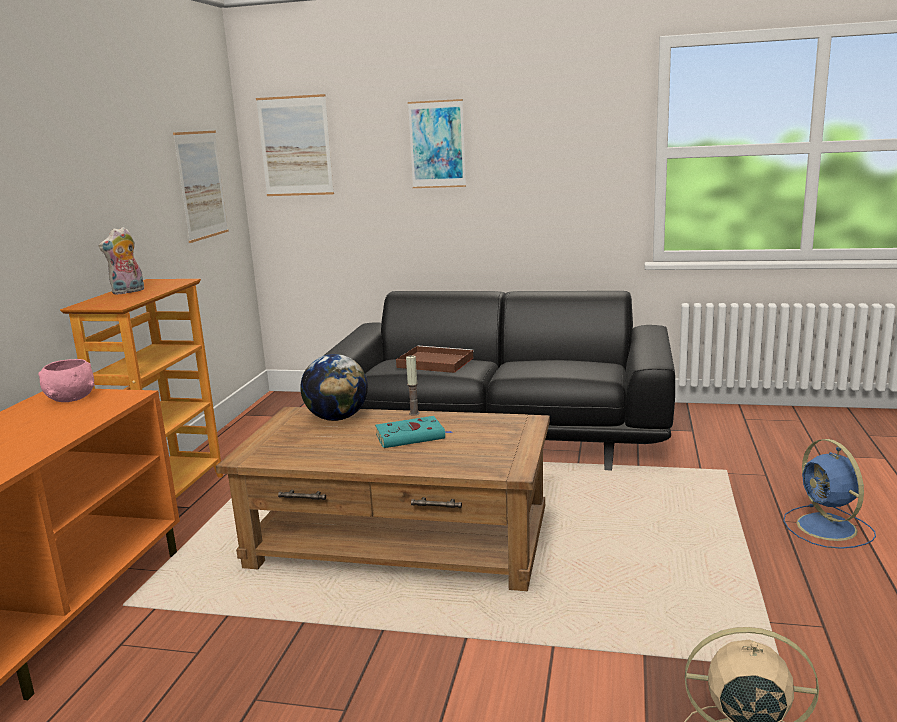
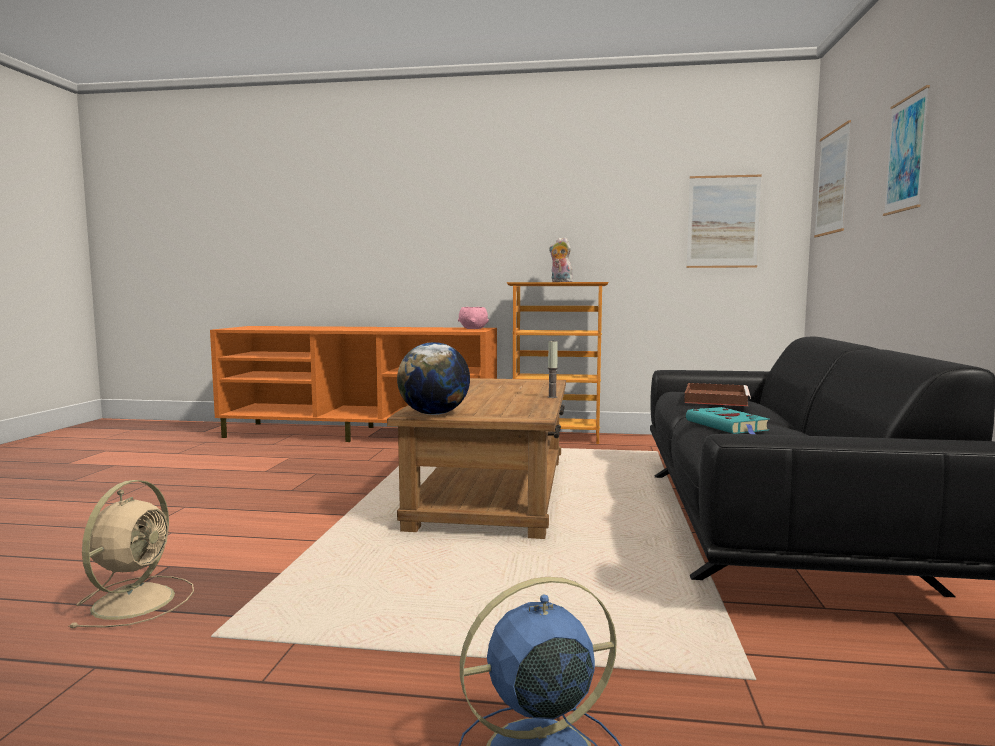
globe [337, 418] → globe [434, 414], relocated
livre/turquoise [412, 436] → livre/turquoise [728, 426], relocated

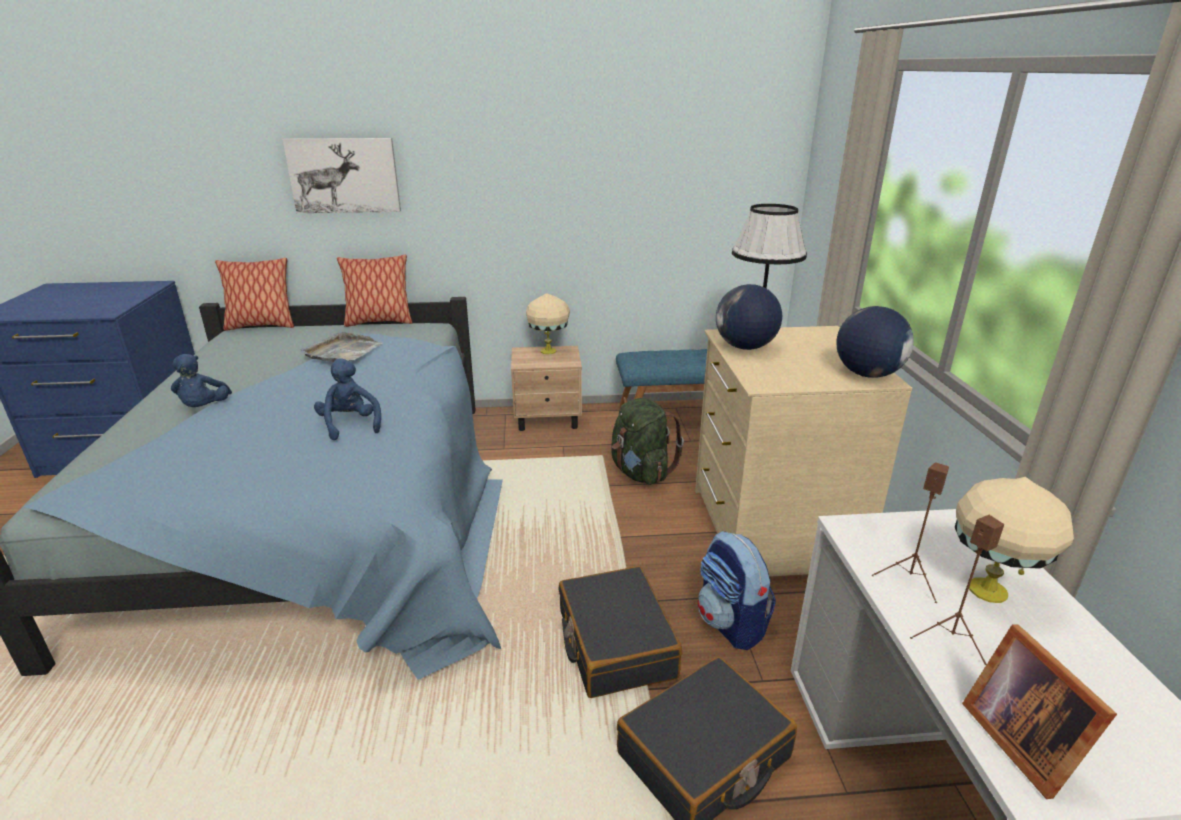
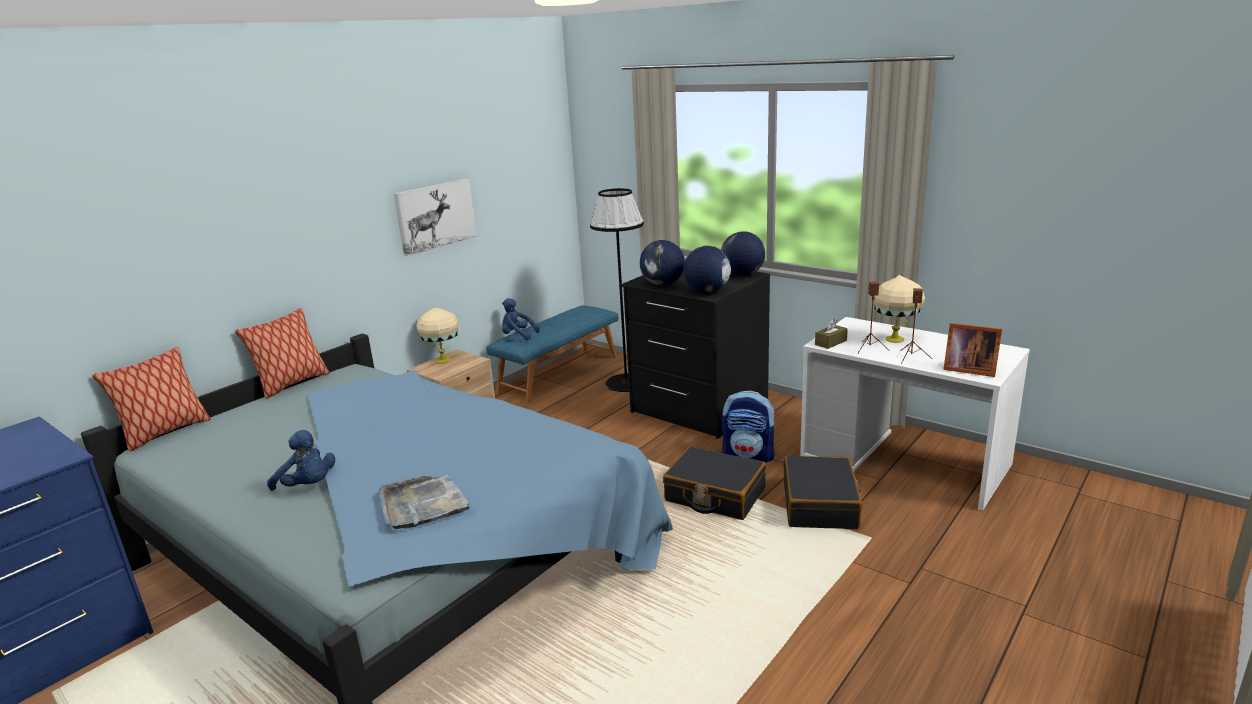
plateau/gris [342, 351] → plateau/gris [423, 504], relocated
tableau [344, 175] → tableau [435, 215], relocated
peluche/bleu [350, 425] → peluche/bleu [518, 336], relocated
commode/beige [771, 527] → commode/noir [698, 408]
- → globe [707, 292]
- → boîte à mouchoirs/marron [830, 342]
sac à dos/vert [641, 472] → -

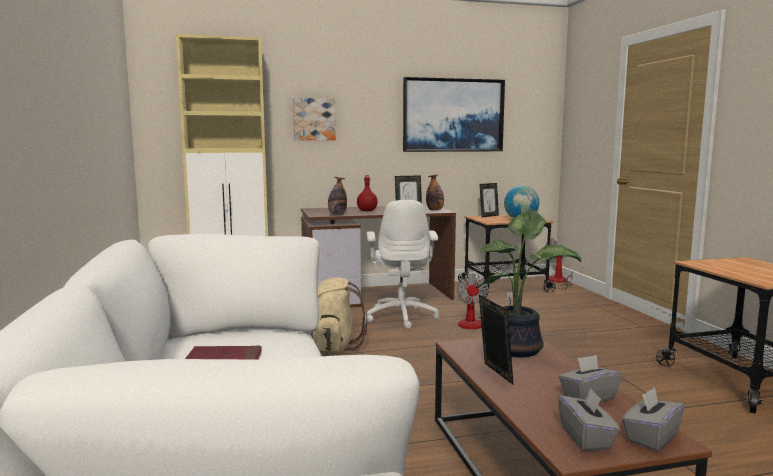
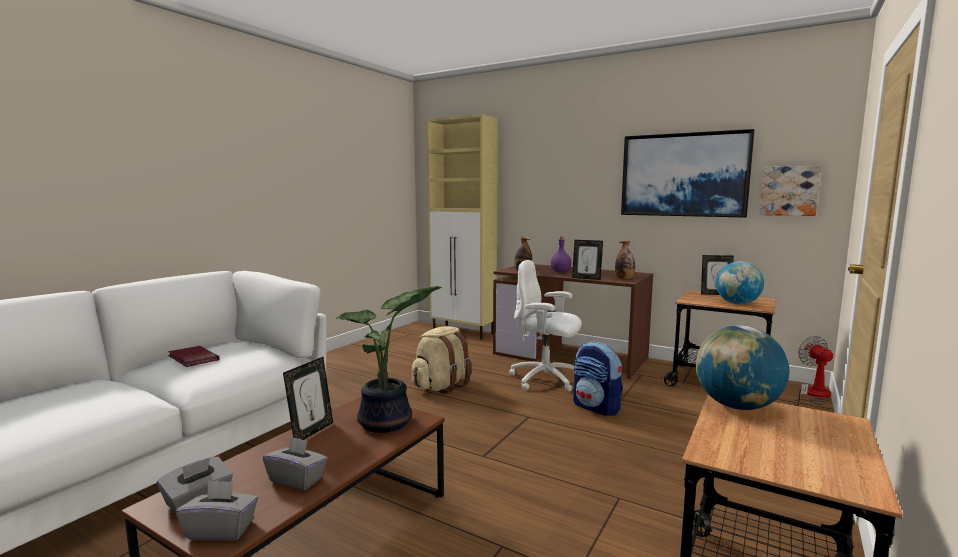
chaise de bureau/blanc [402, 316] → chaise de bureau/blanc [546, 380], 75 degrees clockwise
bouteille/rouge [367, 211] → bouteille/violet [561, 272]
ventilateur [477, 323] → sac à dos [596, 407]
- → globe [737, 406]
tableau [314, 119] → tableau [789, 191], relocated

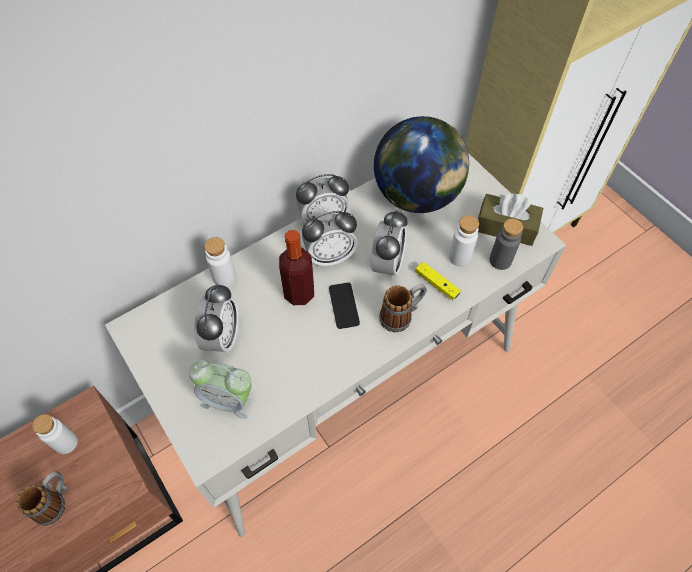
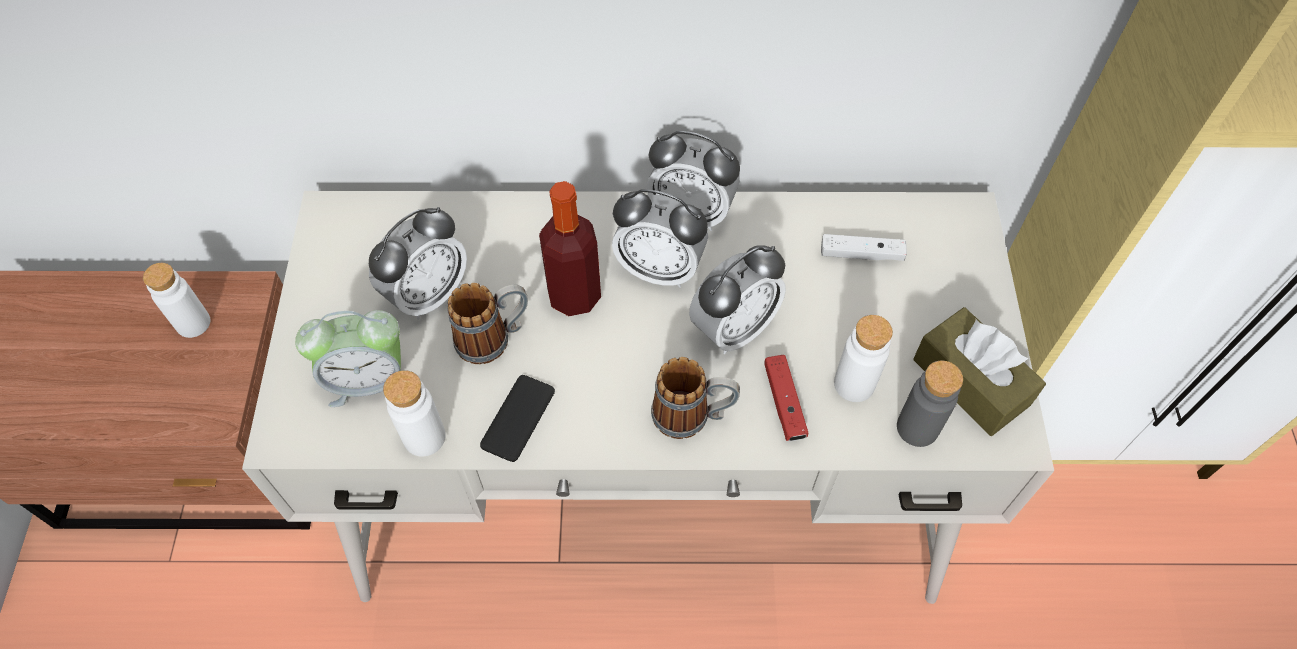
réveil [228, 399] → réveil [369, 381], 60 degrees counterclockwise
bouteille/blanc [225, 278] → bouteille/blanc [424, 437], relocated
mug [55, 502] → mug [494, 338], relocated
téléphone [344, 305] → téléphone [518, 418], relocated
manette/jaune [436, 284] → manette/rouge [784, 403]
globe [416, 196] → manette/blanc [861, 254]

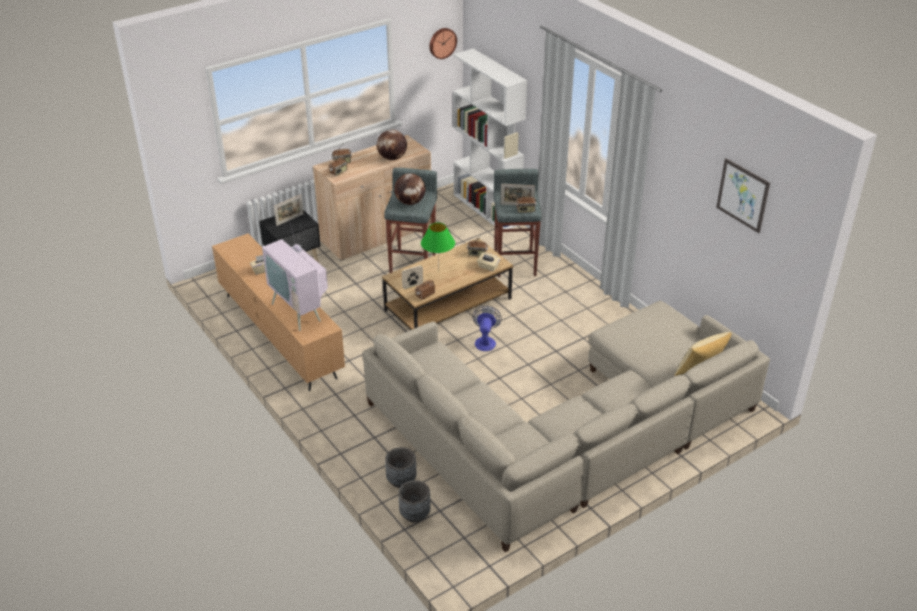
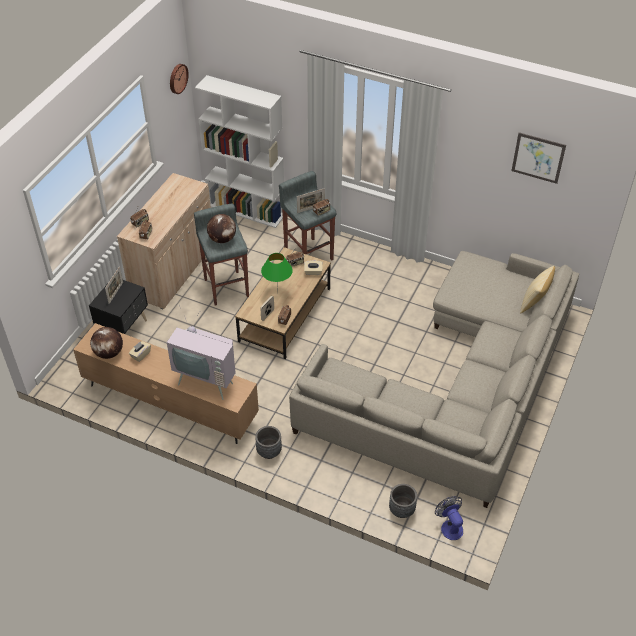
globe [392, 158] → globe [109, 353], relocated
cache-pot/gris [401, 480] → cache-pot/gris [269, 451], relocated
ventilateur [485, 341] → ventilateur [450, 526], relocated

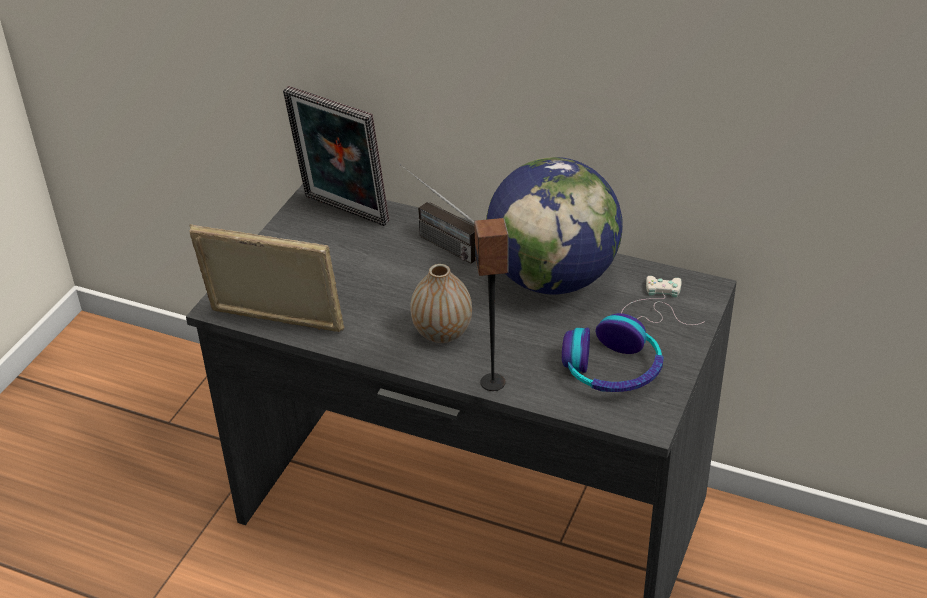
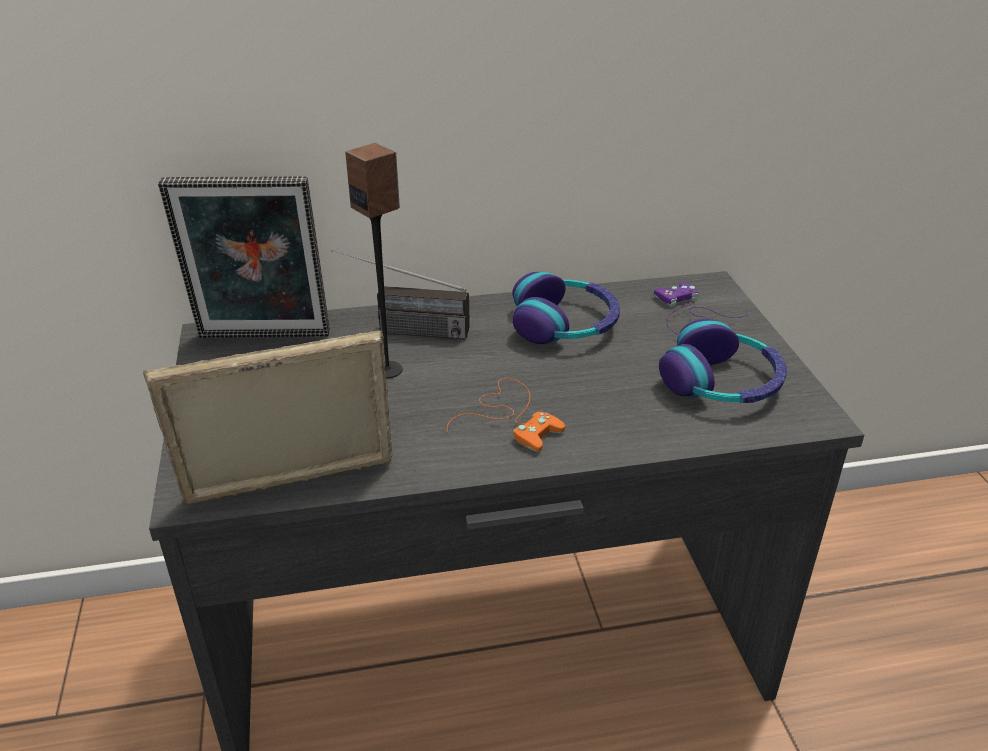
enceinte [493, 382] → enceinte [388, 369], relocated
vase [442, 333] → manette/orange [511, 416]
globe [552, 279] → casque audio [565, 324]
manette/blanc [656, 307] → manette/violet [690, 315]

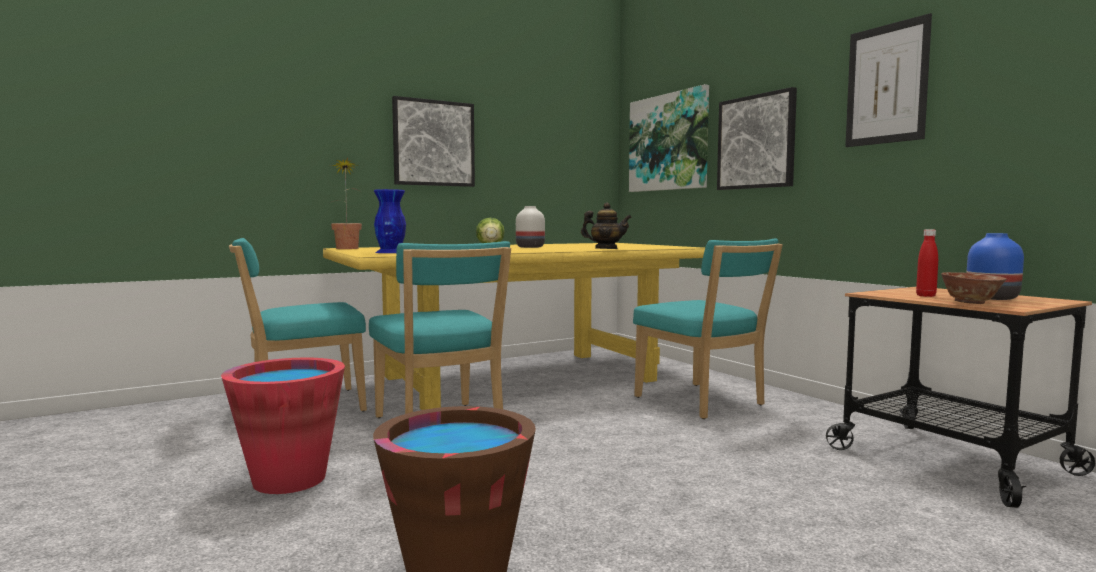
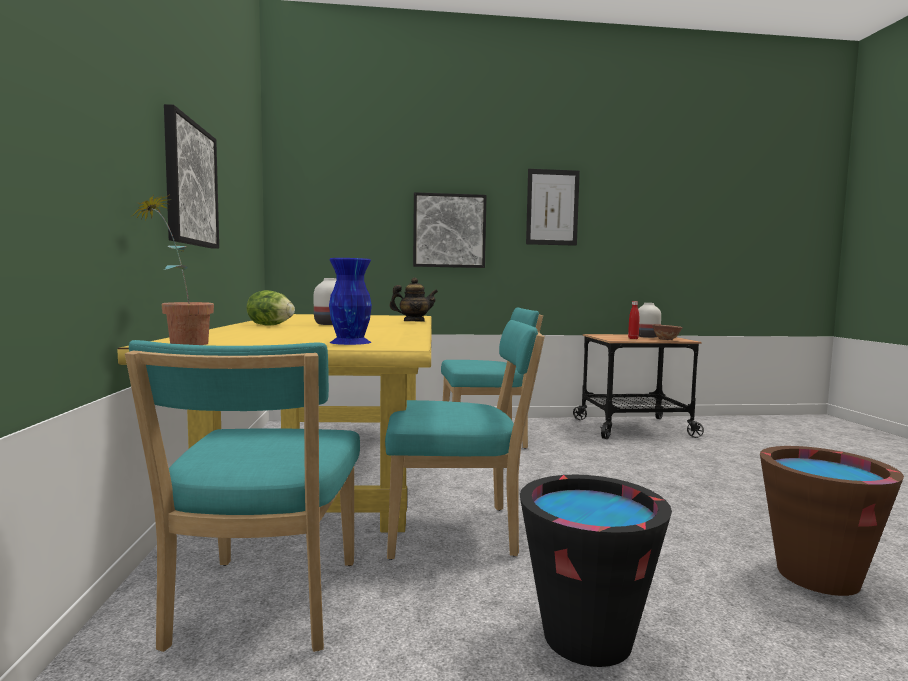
théière [606, 249] → théière [414, 322], 45 degrees clockwise
seau/rouge [289, 479] → seau/noir [587, 637]
vase/bleu [991, 298] → vase/blanc [646, 336]
tableau [668, 142] → -

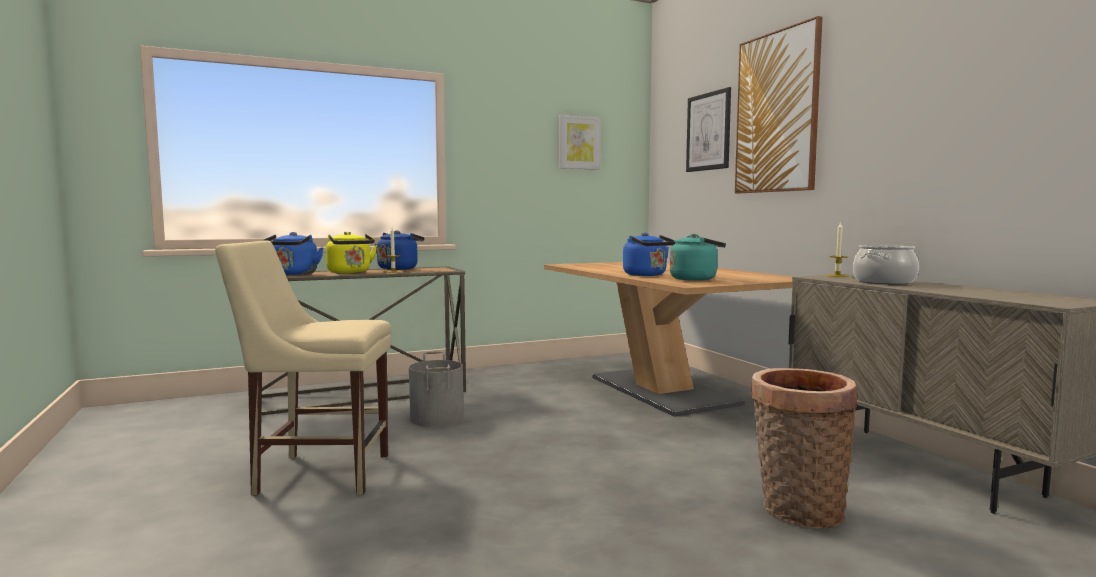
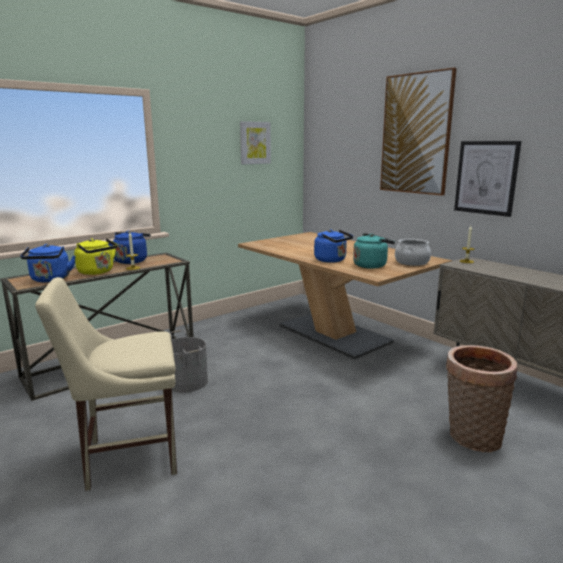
marmite [884, 282] → marmite [412, 262], relocated
tableau [708, 131] → tableau [486, 177], relocated

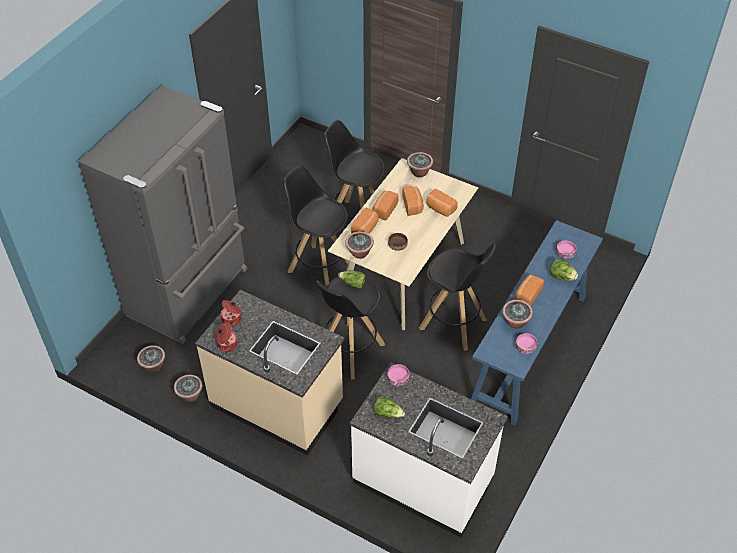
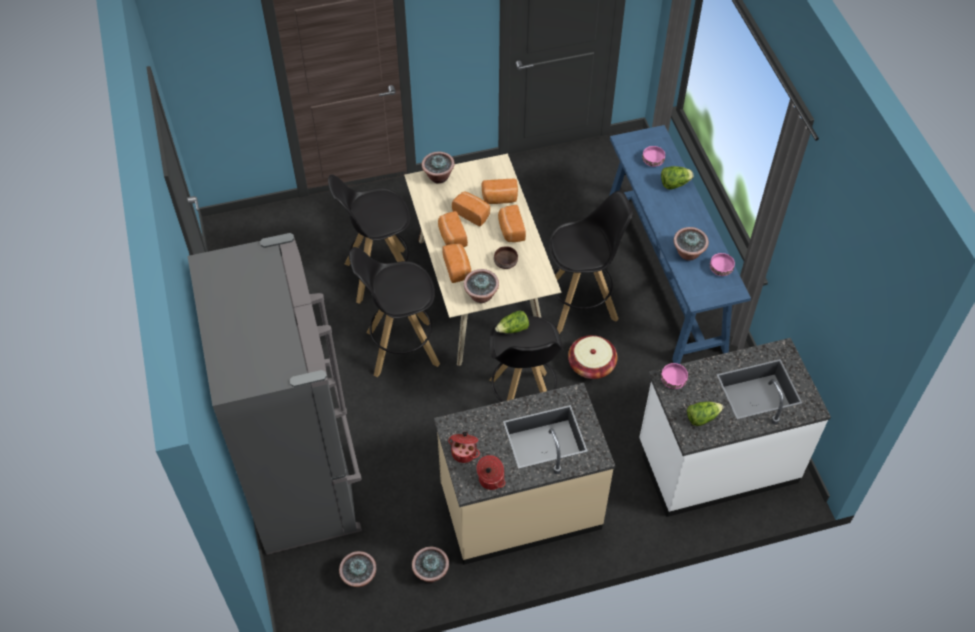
pain [527, 295] → pain [510, 230], relocated
- → panier [591, 365]

